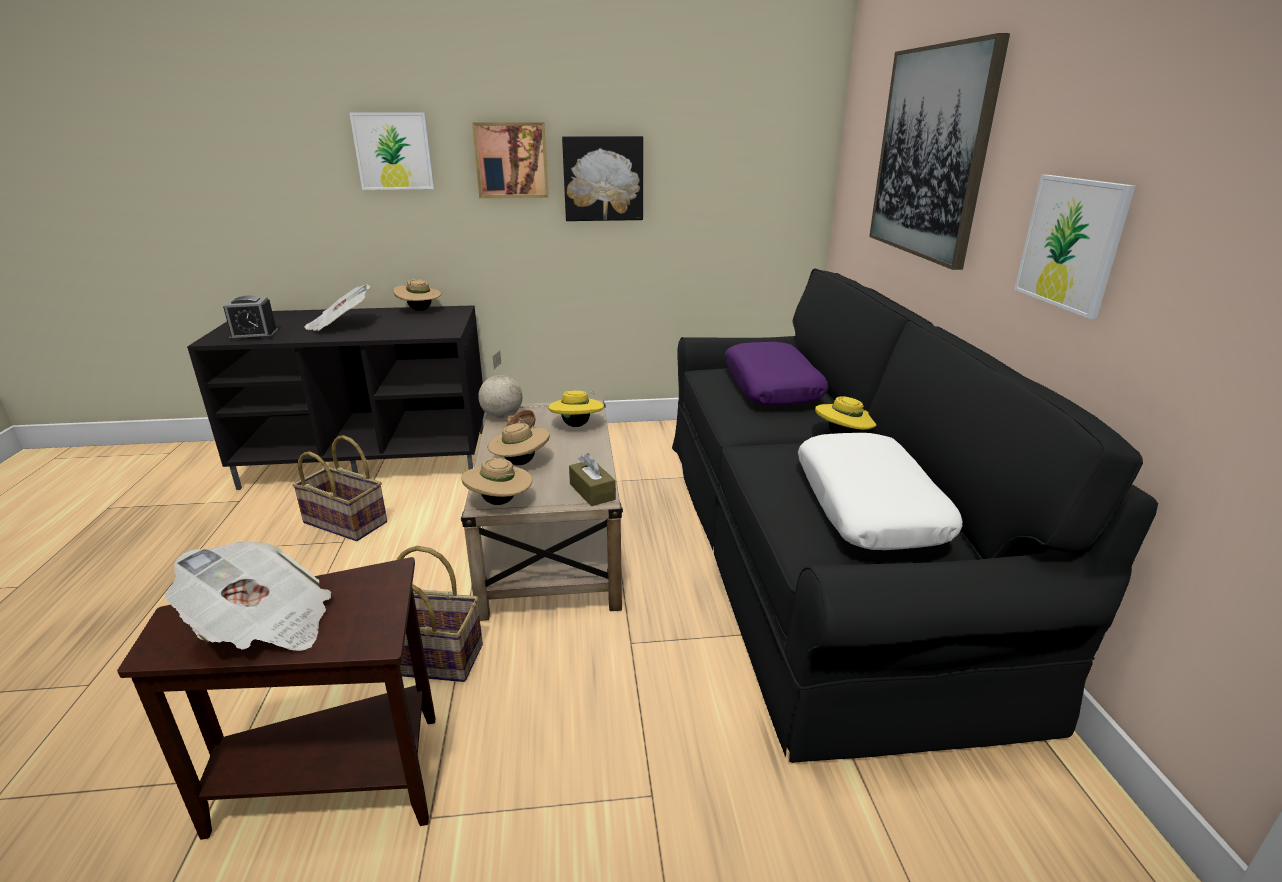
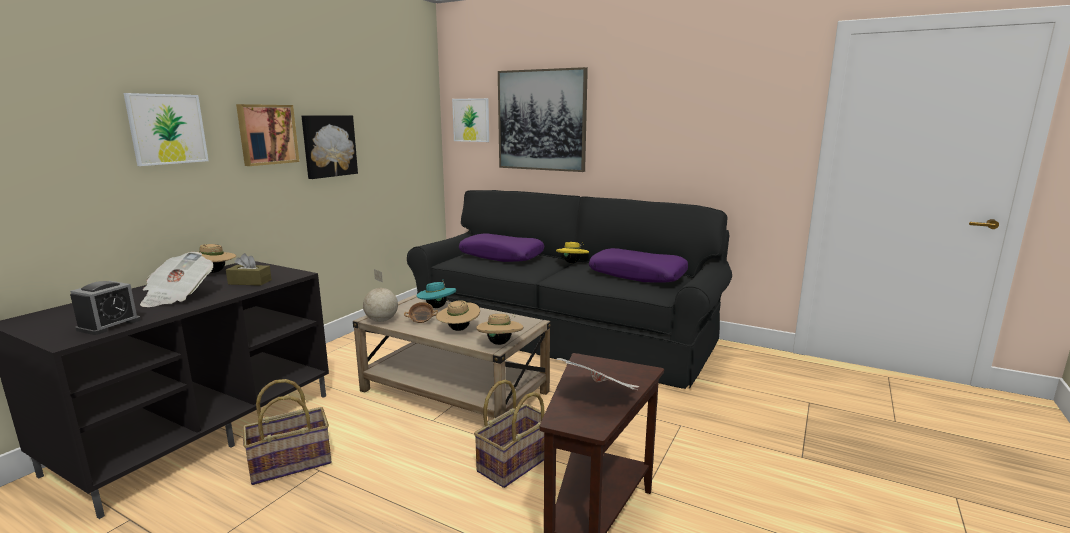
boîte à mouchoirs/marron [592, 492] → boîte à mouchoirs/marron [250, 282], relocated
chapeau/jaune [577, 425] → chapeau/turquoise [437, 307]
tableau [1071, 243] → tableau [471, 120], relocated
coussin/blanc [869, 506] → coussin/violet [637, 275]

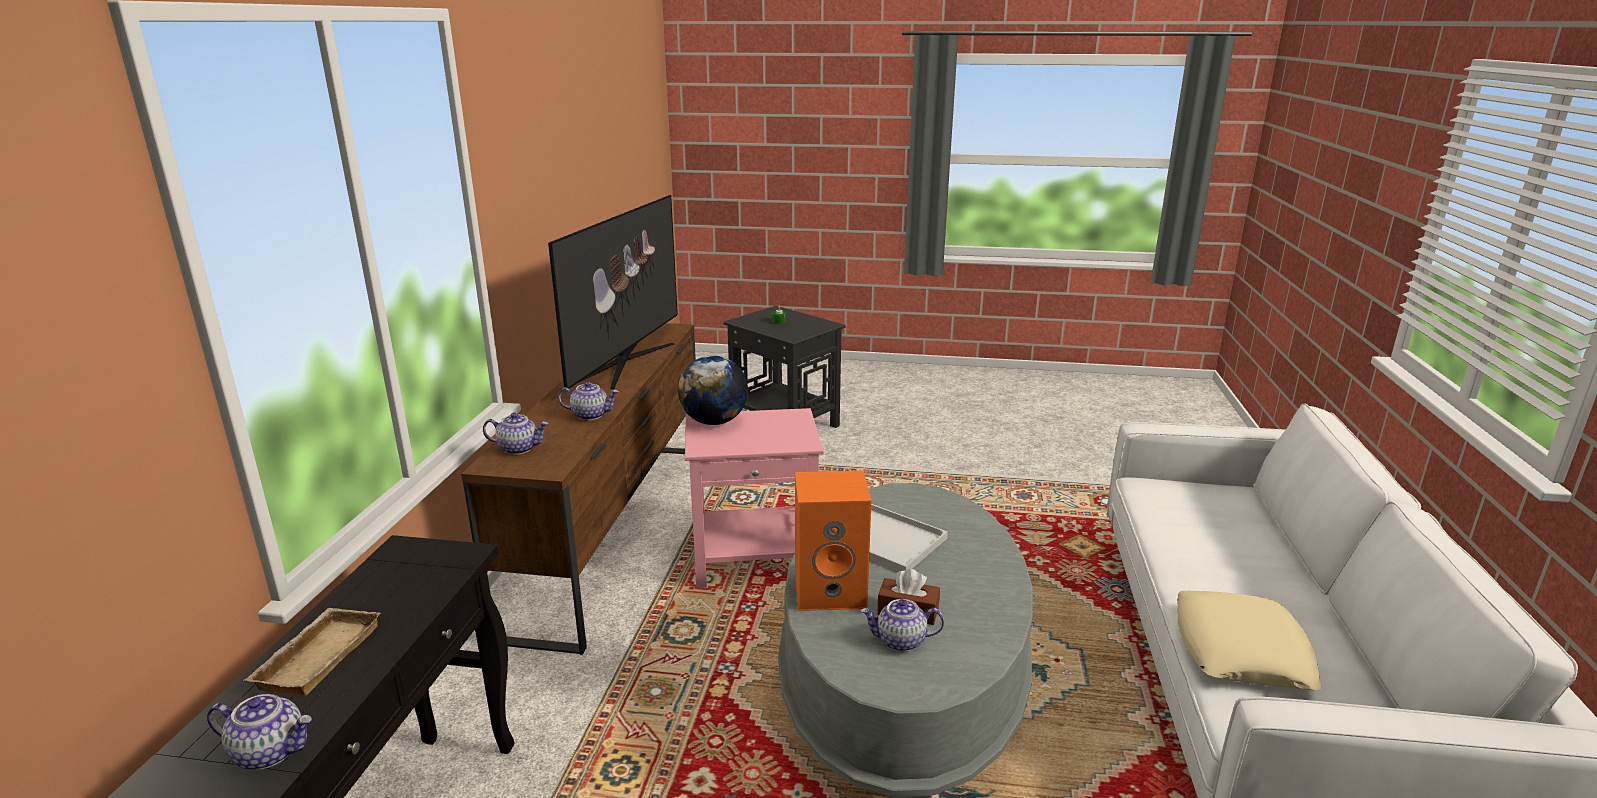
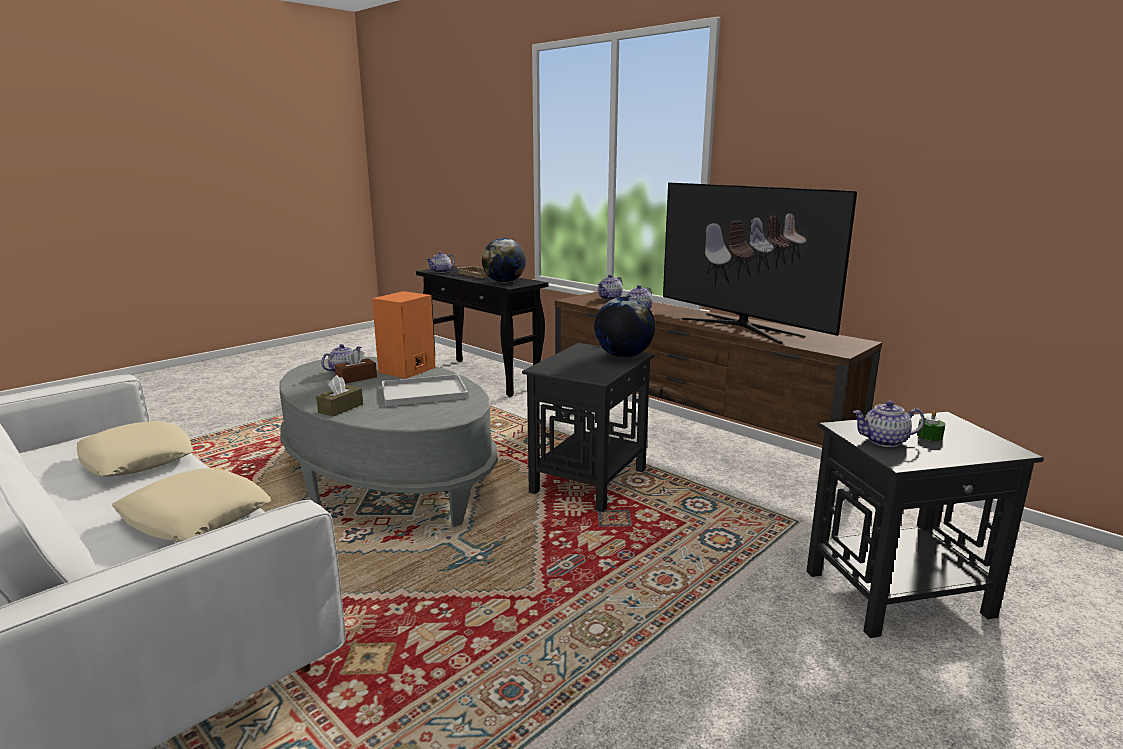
- → coussin/beige [194, 516]
- → boîte à mouchoirs/marron [341, 408]
- → globe [504, 282]
table d'appoint/rose [756, 559] → table d'appoint/noir [588, 481]
- → théière [884, 441]

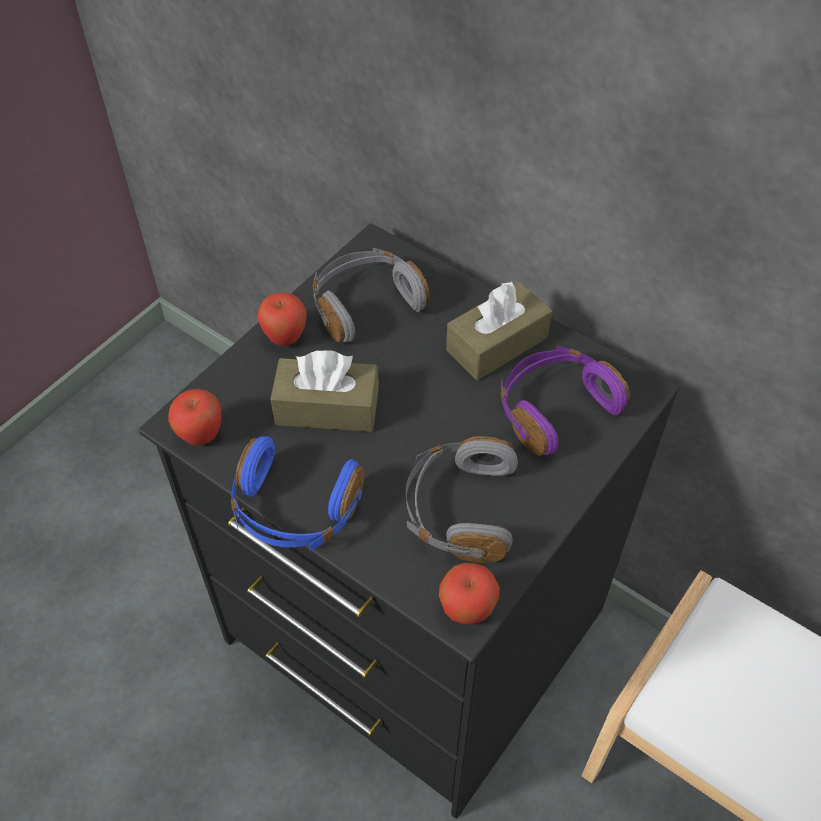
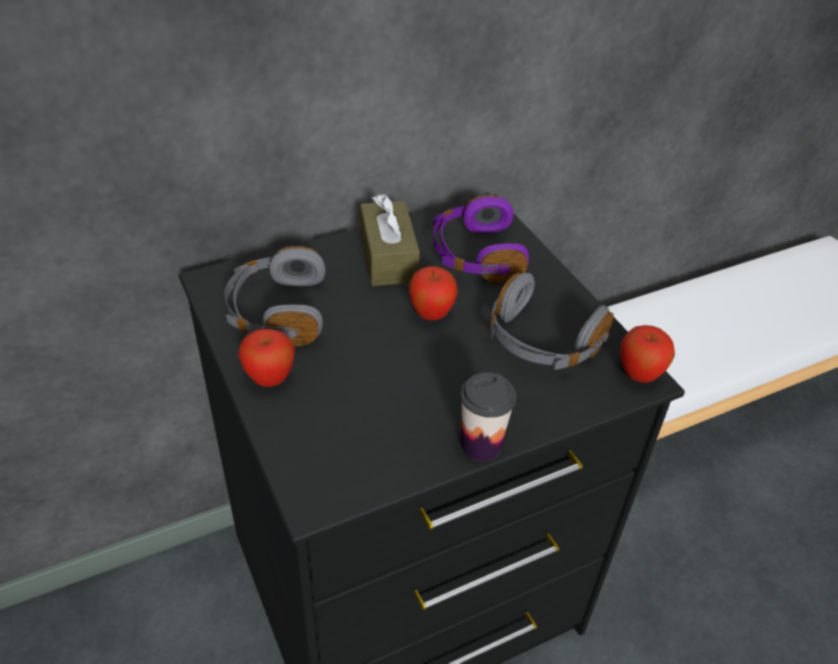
pomme [201, 436] → pomme [431, 315], relocated
casque audio/bleu [294, 510] → tasse [481, 445]
boîte à mouchoirs/marron [327, 408] → -

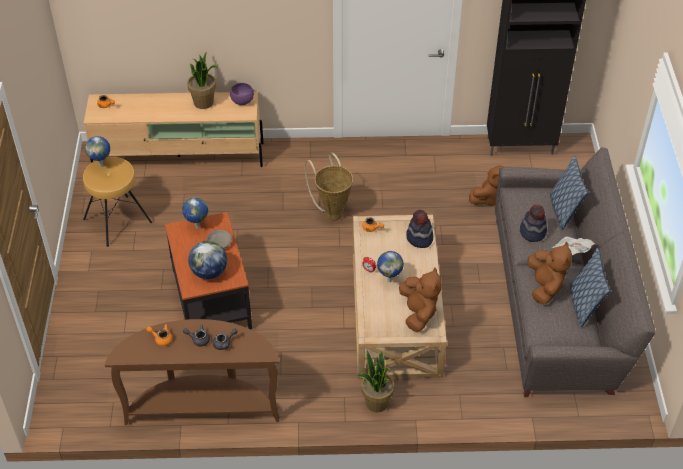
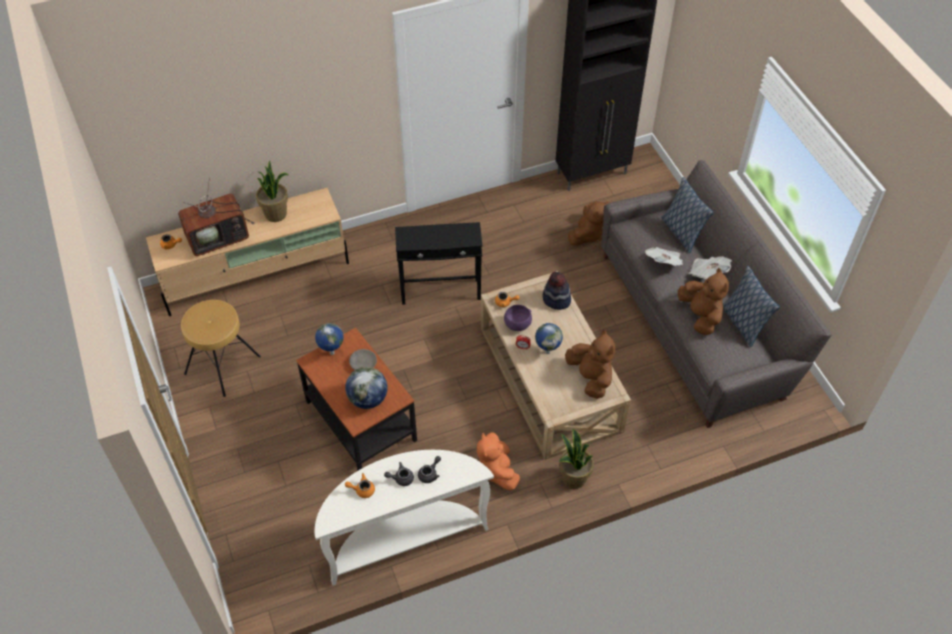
- → téléviseur [219, 237]
table console/marron [203, 405] → table console/blanc [404, 538]
panier [332, 211] → table d'appoint/noir [441, 292]
- → peluche/orange [497, 470]
bol/violet [242, 101] → bol/violet [517, 325], relocated
chapeau [533, 232] → journal [664, 263]
globe [102, 165] → -

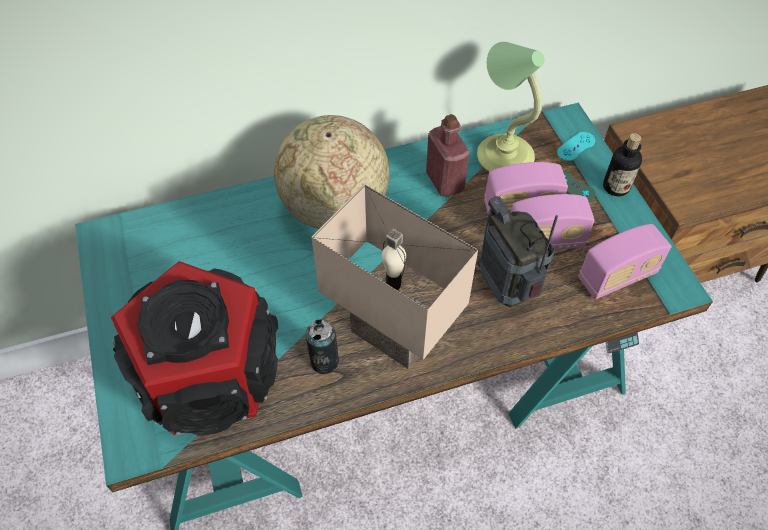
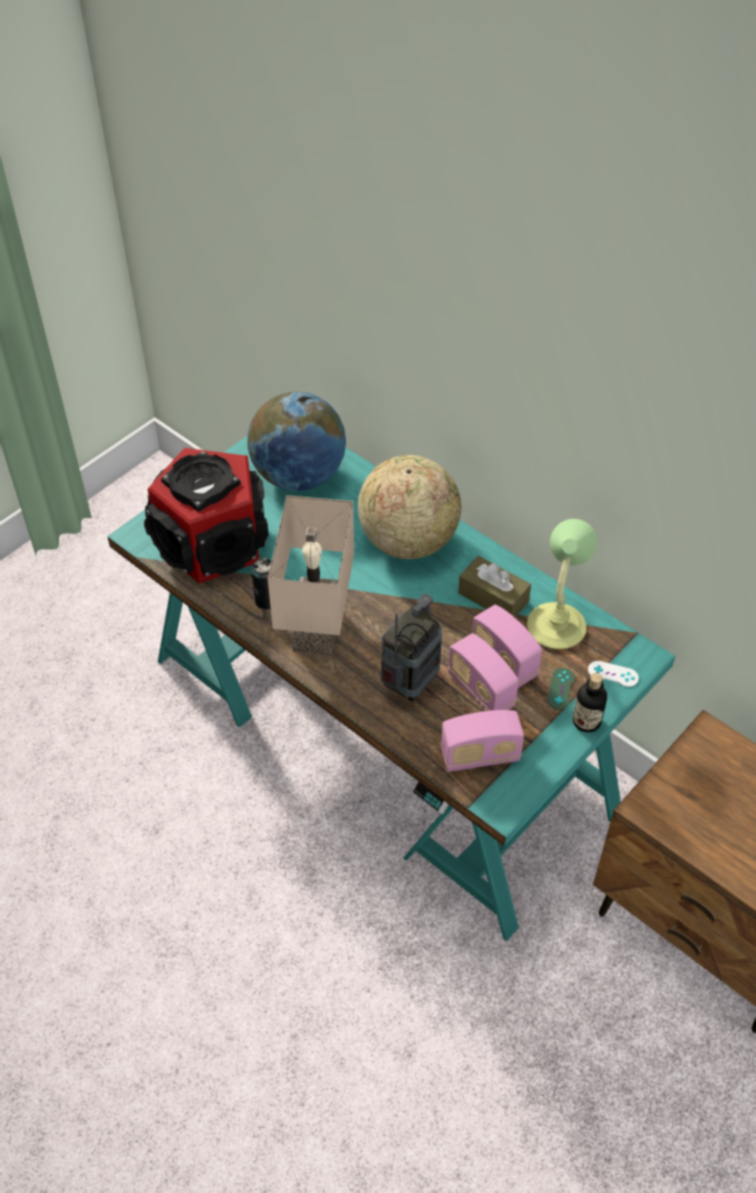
- → globe [299, 476]
radio [617, 277] → radio [480, 756], 45 degrees counterclockwise
bouteille/rouge [444, 181] → boîte à mouchoirs/marron [493, 597]
manette/turquoise [576, 146] → manette/blanc [613, 674]

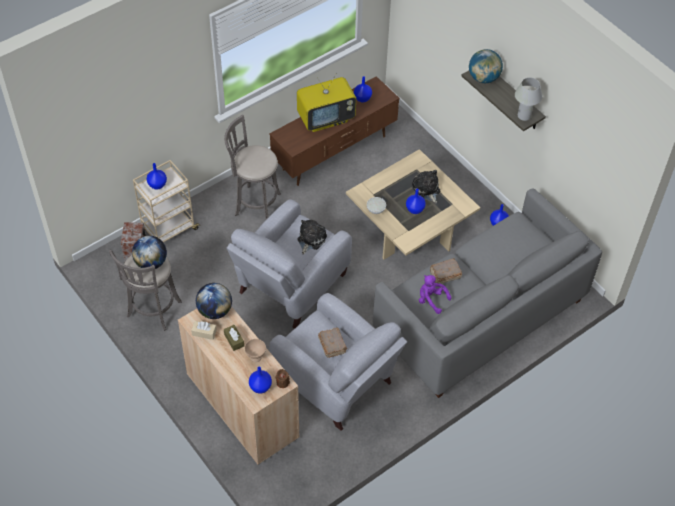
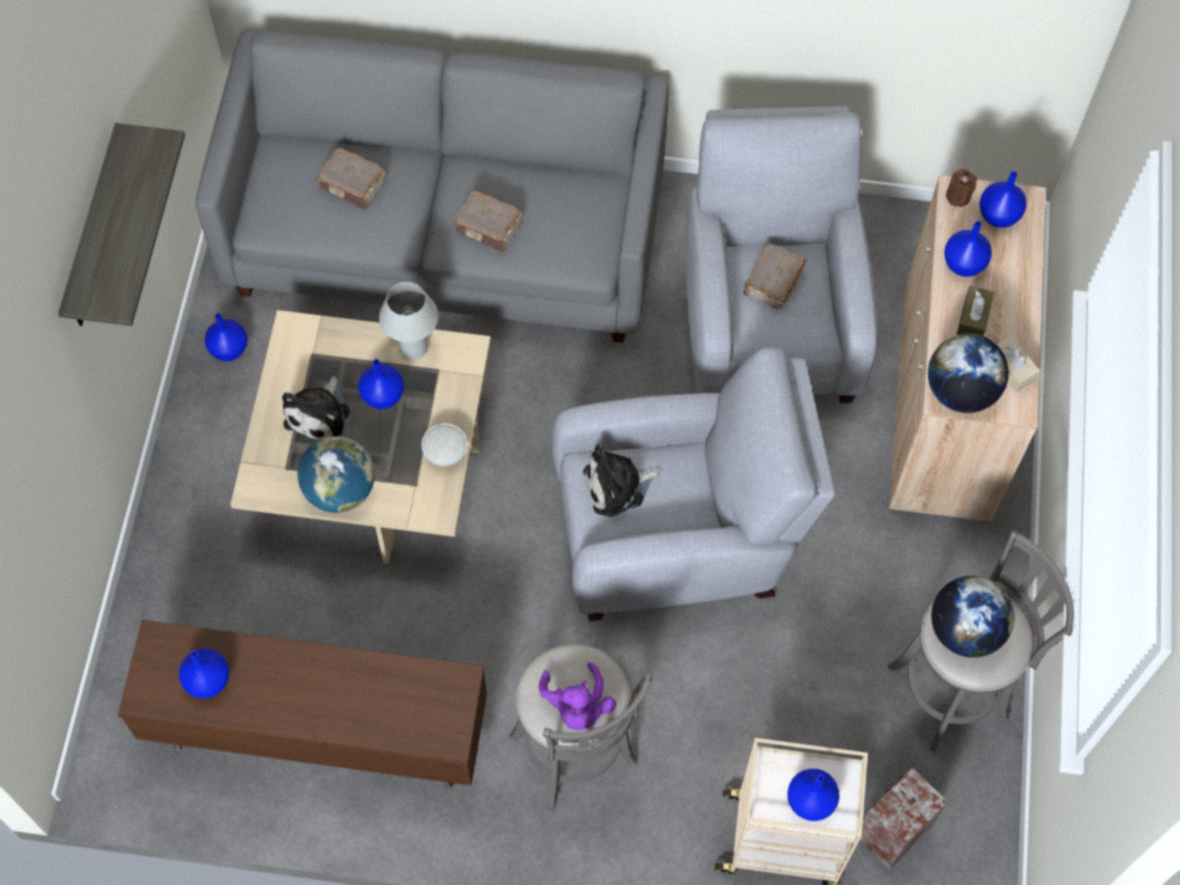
globe [483, 78] → globe [340, 490], relocated
- → livre/marron [353, 185]
lampe de table/blanc [524, 116] → lampe de table/blanc [413, 348], relocated
peluche/violet [431, 300] → peluche/violet [577, 706], relocated
bol/beige [255, 357] → vase/bleu [964, 265]
téléviseur [326, 118] → -

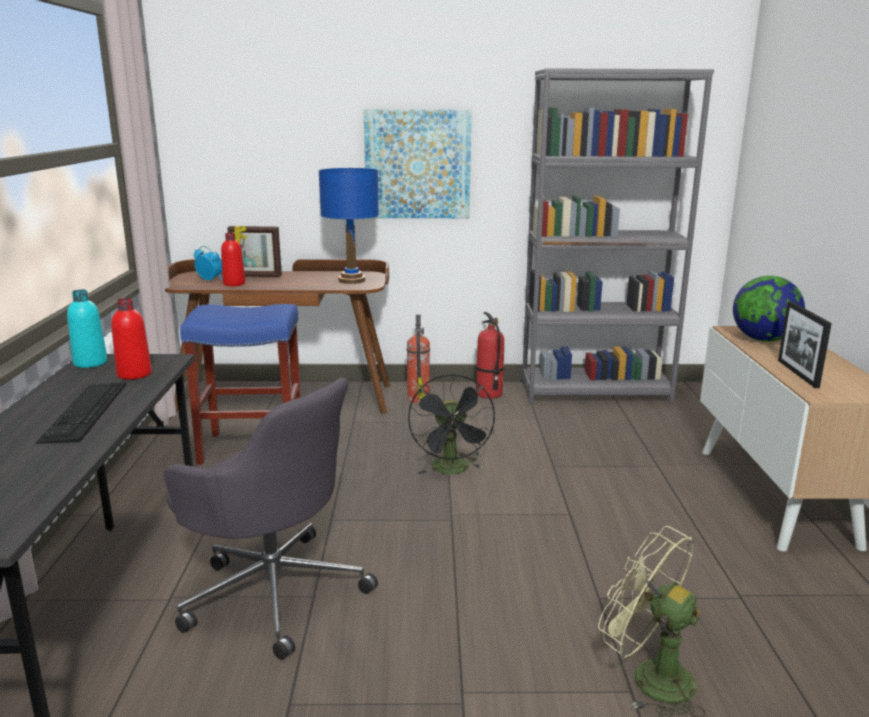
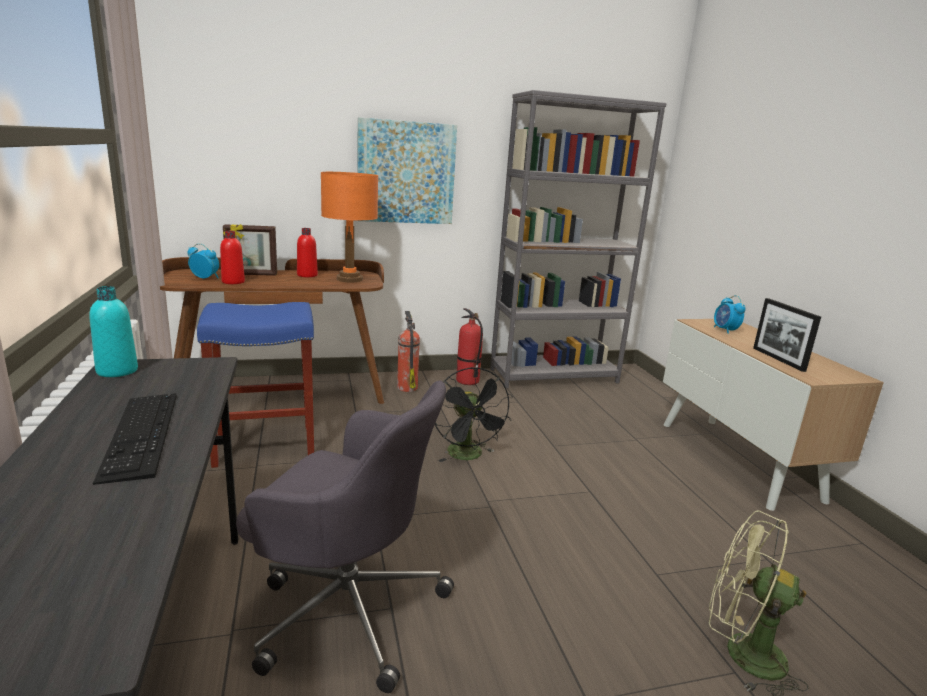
bouteille/rouge [134, 374] → bouteille/rouge [307, 275], relocated
lampe de table/bleu [352, 280] → lampe de table/orange [349, 279]
globe [763, 340] → réveil [725, 330]

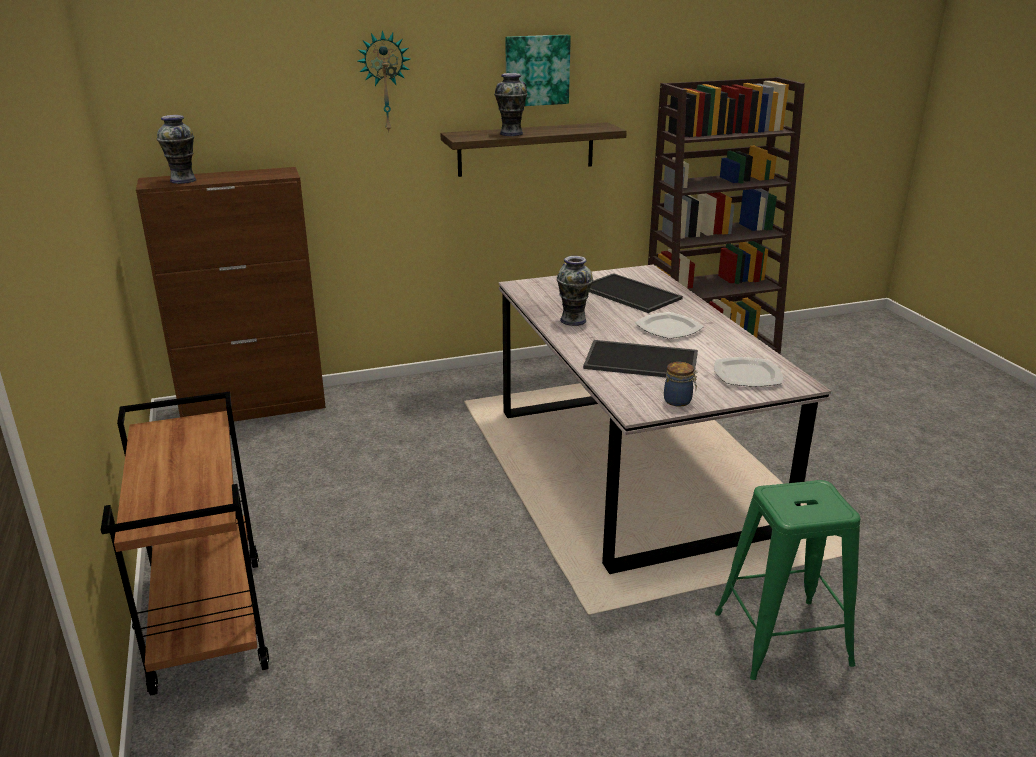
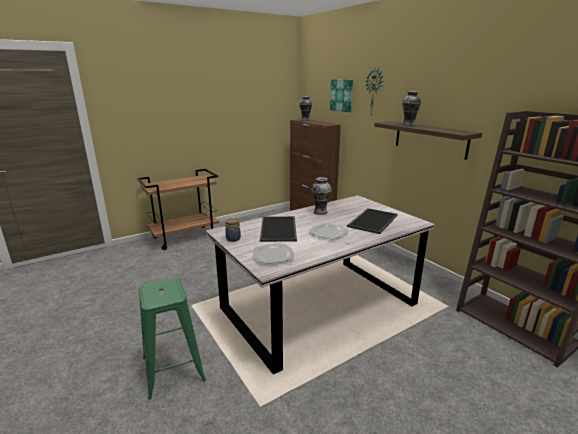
tableau [536, 70] → tableau [342, 95], relocated

